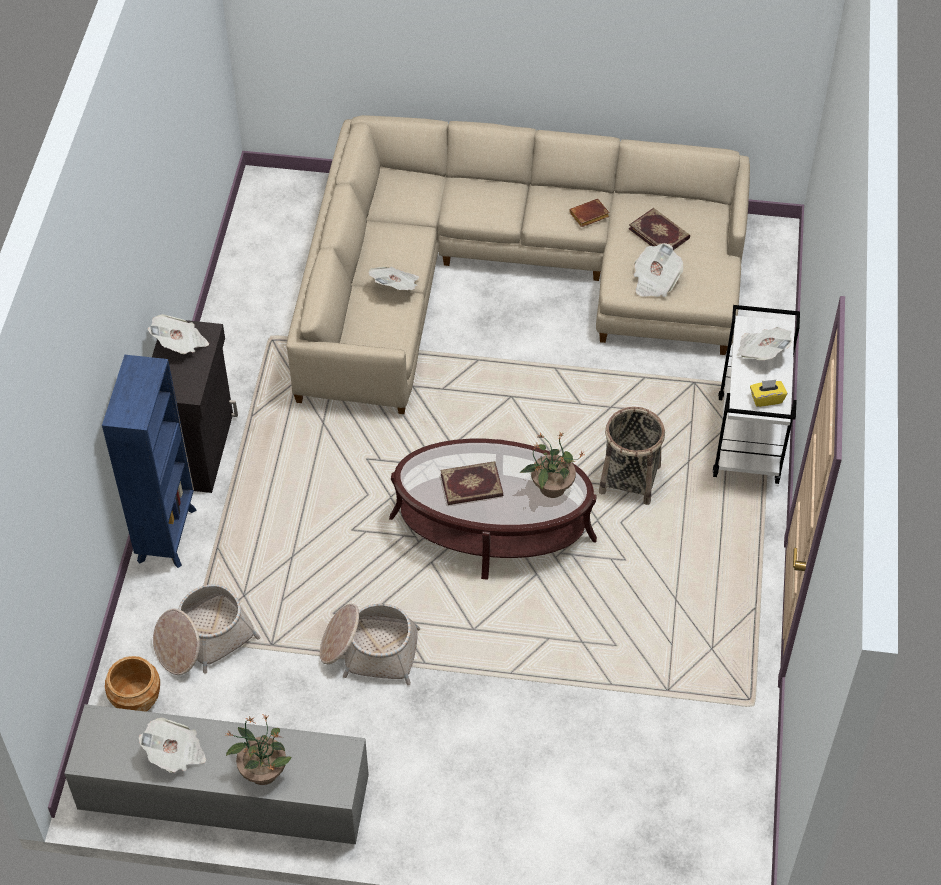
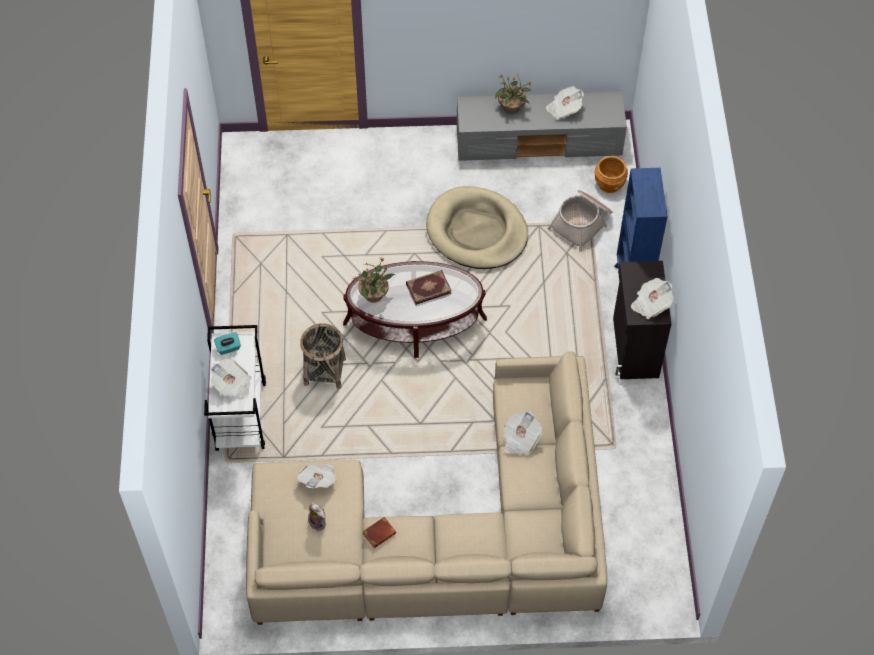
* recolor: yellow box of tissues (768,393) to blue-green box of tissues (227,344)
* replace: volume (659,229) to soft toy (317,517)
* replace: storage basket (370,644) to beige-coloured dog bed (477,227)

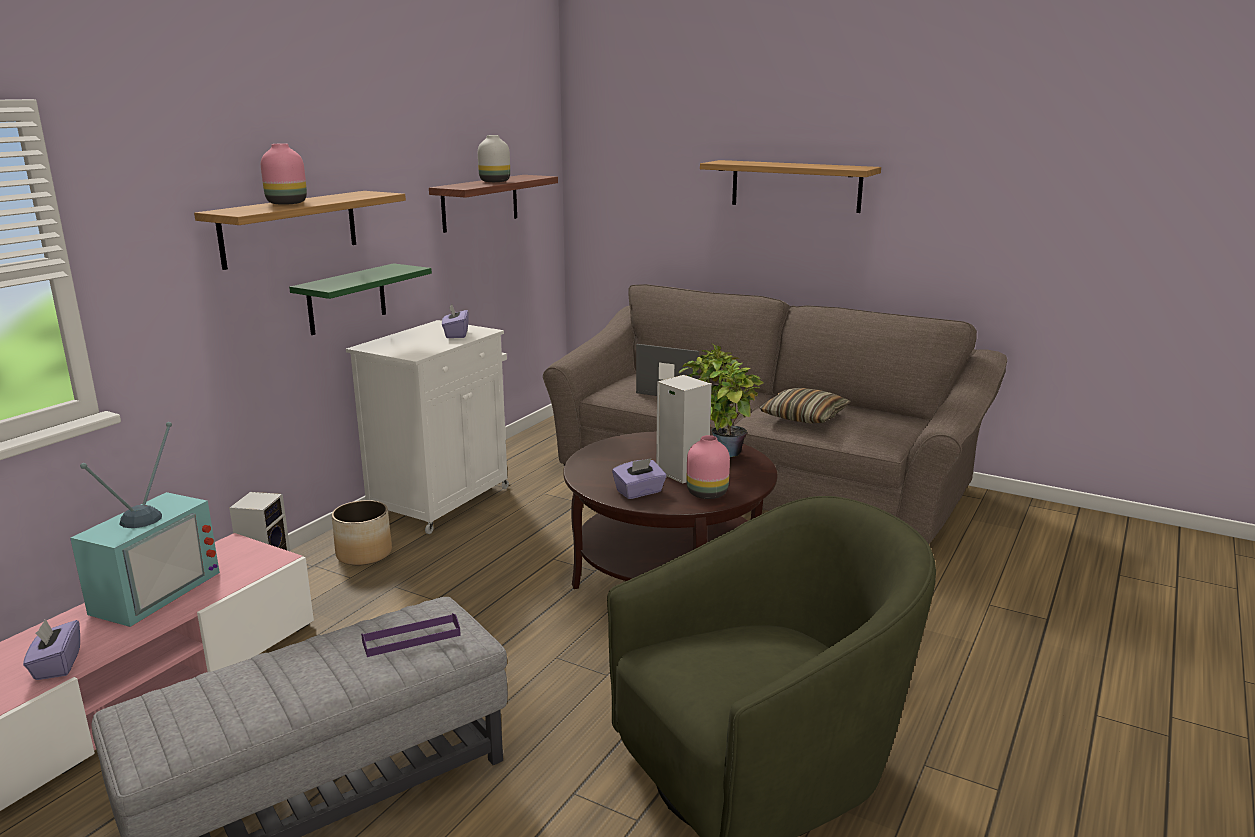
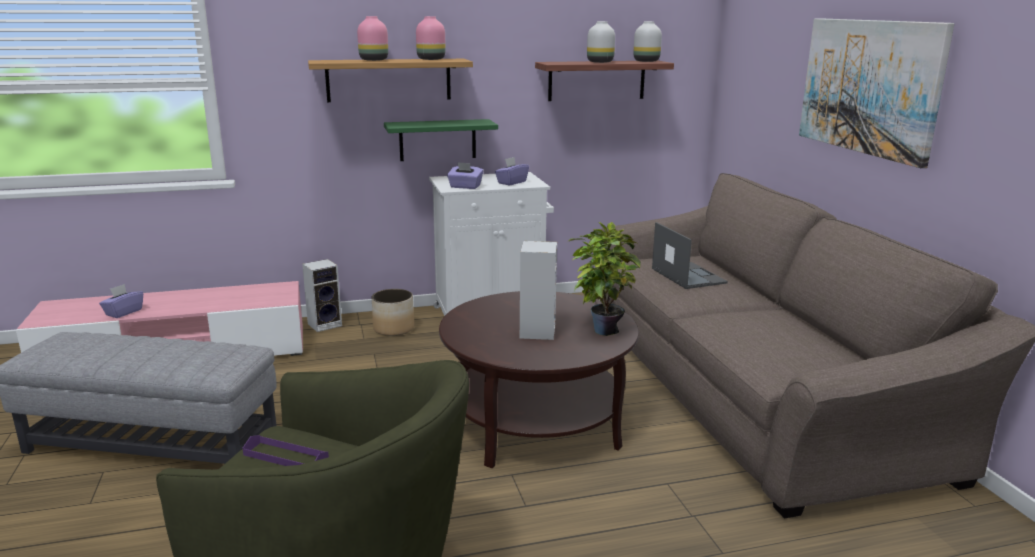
* move: purple carrying tray (411,635) to (286,450)
* move: pinkish decorative vase (708,467) to (431,38)
* move: purple box of tissues (639,478) to (465,175)
* insert: white-coloured decorative vase (648,41)
* replace: shelf (790,186) to wall art (876,93)
* delete: television (145,524)
* delete: throw pillow (805,406)

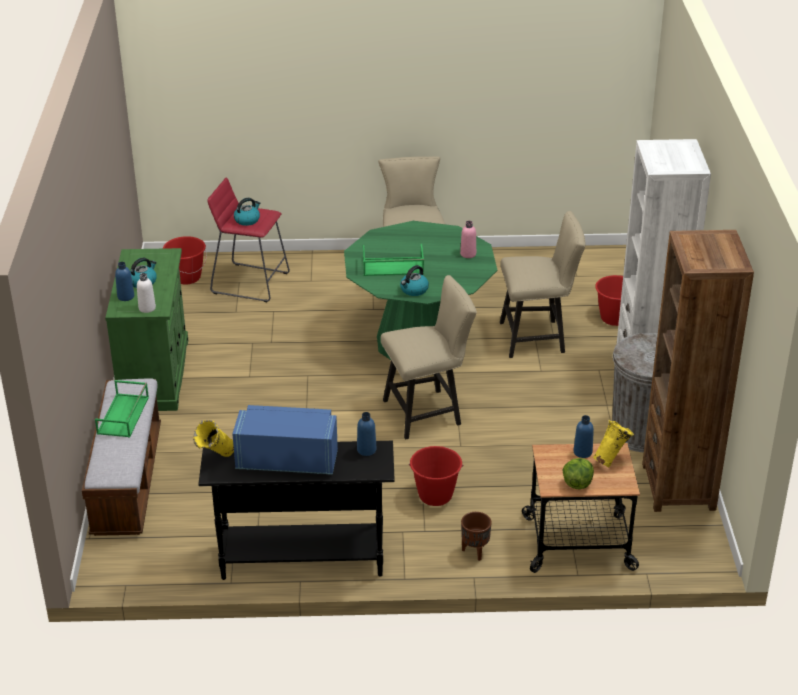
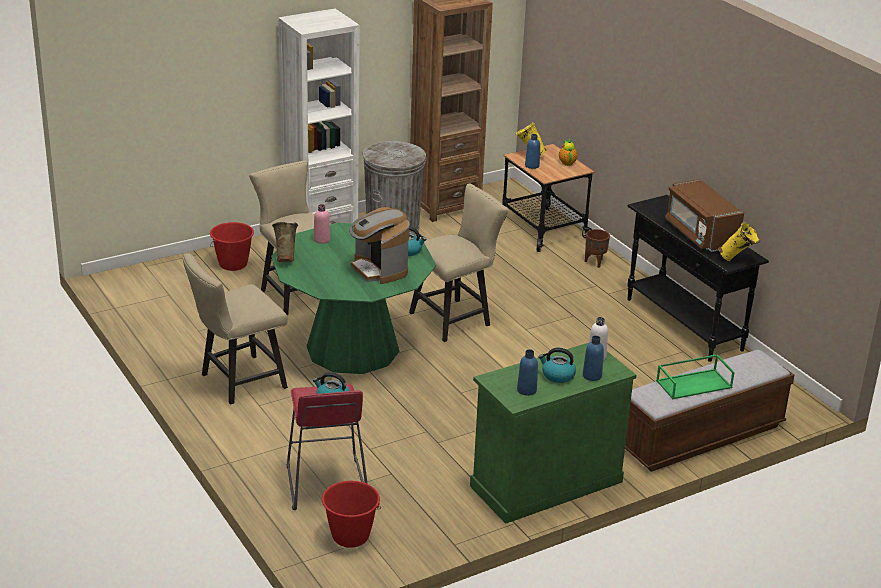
* insert: beige-coloured decorative vase (285,242)
* replace: green-coloured carrying tray (393,260) to coffee maker (379,245)
* rotate: beige-coloured plain chair (429,357) = (458,262) 105 degrees clockwise
* move: blue-coloured bottle (367,434) to (527,372)
* replace: lettuce head (578,473) to tea pot (568,152)
* recolor: blue-coloured kitchen microwave (285,440) to brown-coloured kitchen microwave (704,215)
* delete: red pail (436,476)

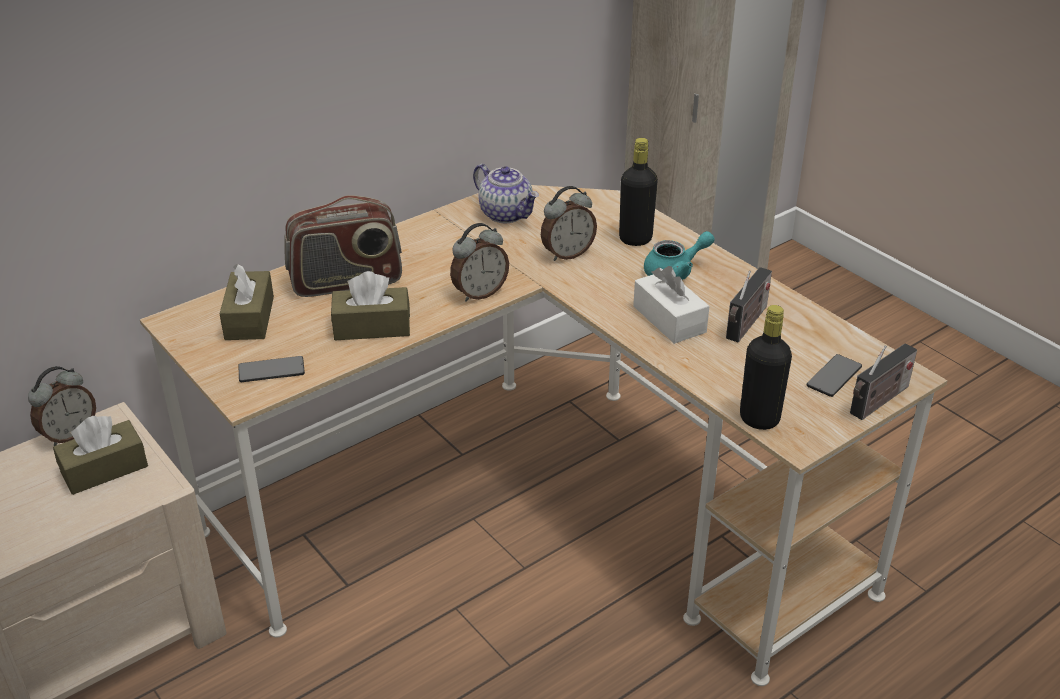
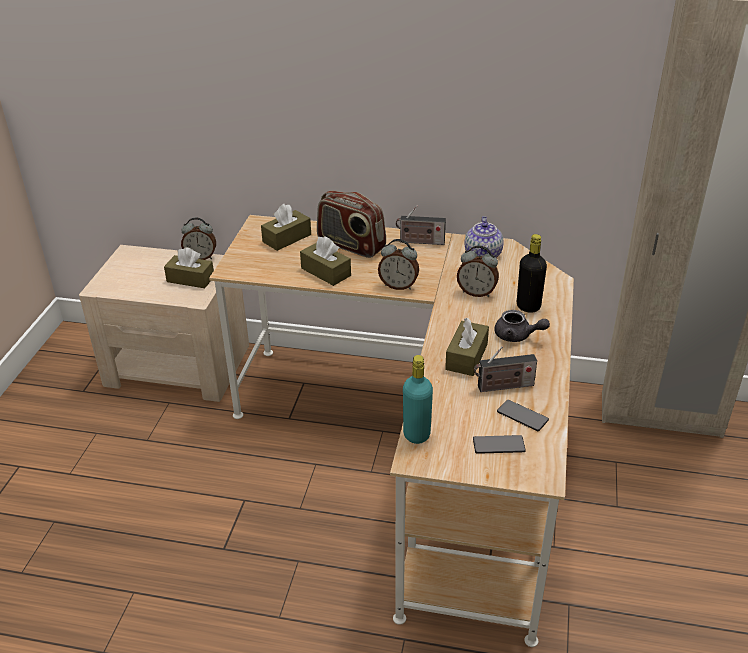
* move: radio receiver (883,381) to (421,225)
* recolor: black-coloured bottle (766,367) to blue-green bottle (418,399)
* recolor: white-coloured box of tissues (671,305) to brown-coloured box of tissues (467,347)
* recolor: blue-green tea pot (679,255) to grey tea pot (522,326)
* move: telephone (272,369) to (523,415)

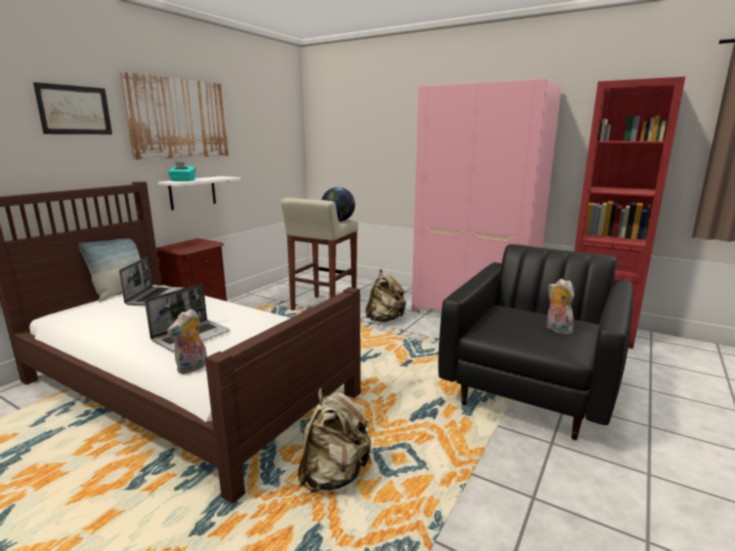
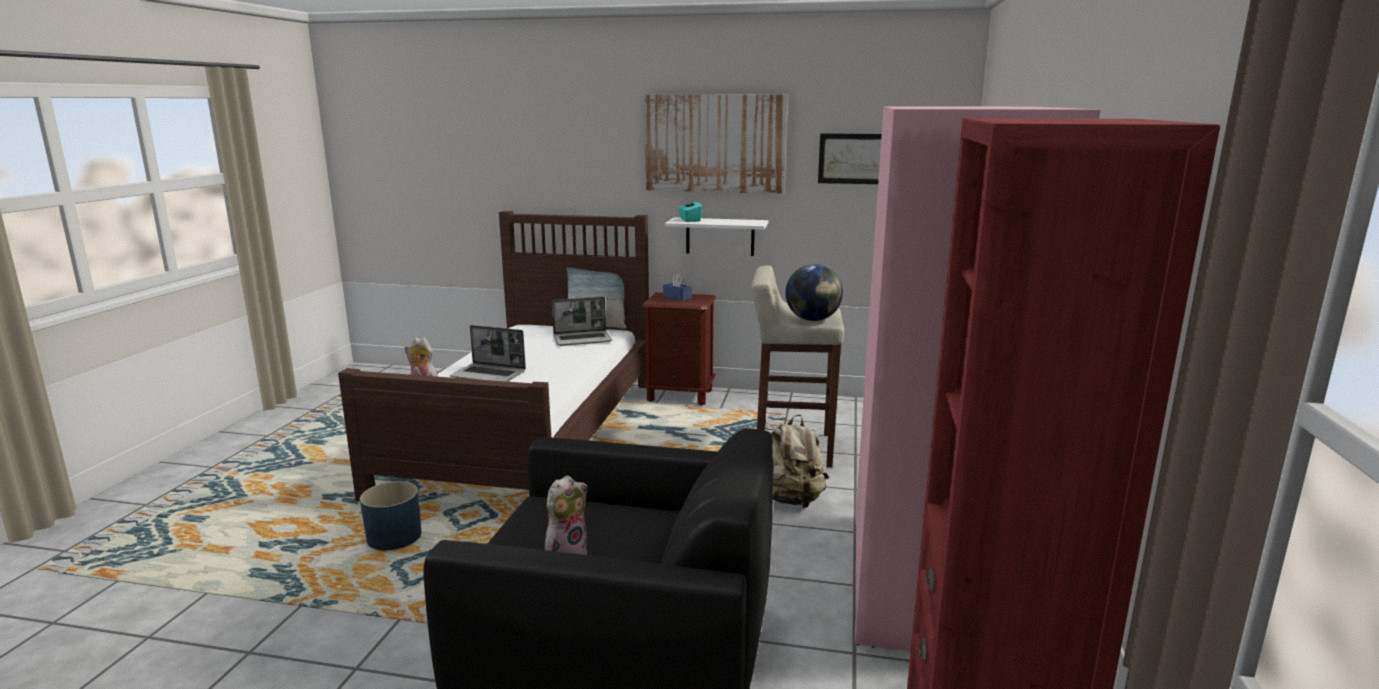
* replace: beige-coloured knapsack (334,440) to blue-coloured plant pot (391,515)
* insert: blue-coloured box of tissues (677,287)
* move: wall art (72,108) to (850,158)

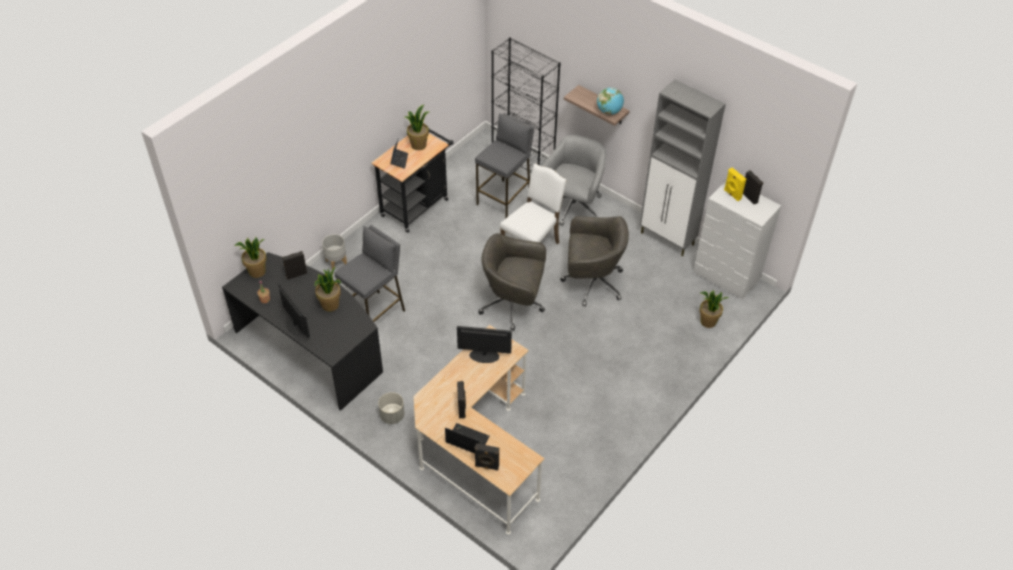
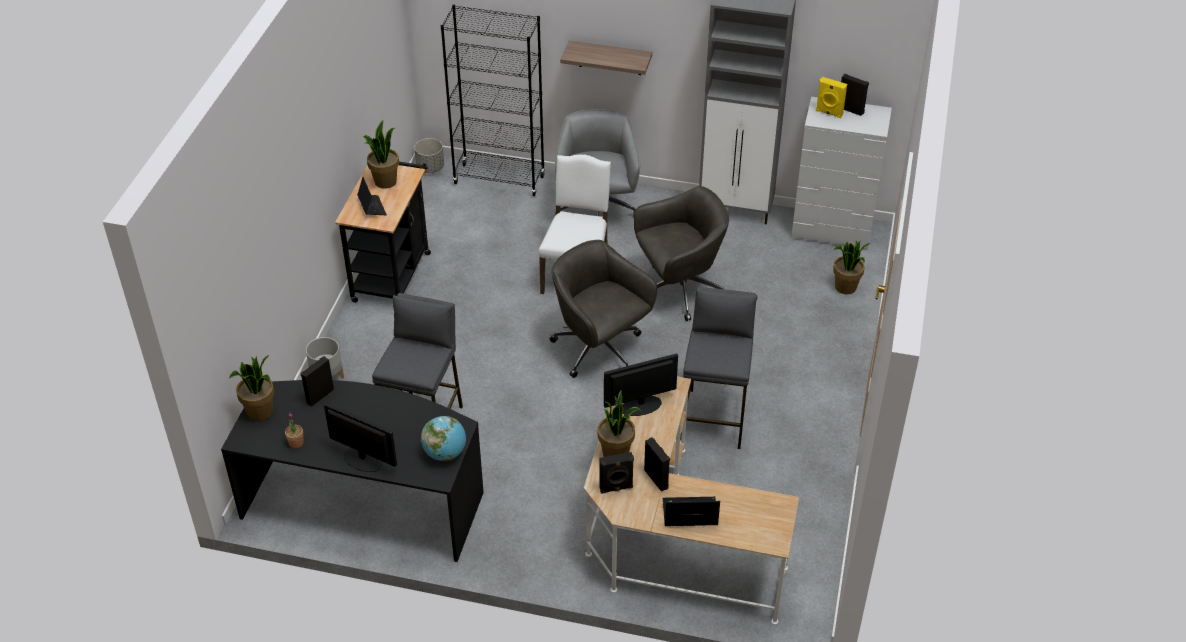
* move: grey plant pot (391,408) to (429,155)
* move: desk globe (610,101) to (443,438)
* rotate: grey computer chair (512,282) = (603,309) 60 degrees clockwise
* move: potted plant (327,289) to (619,423)
* move: black-coloured speaker (487,456) to (616,473)
* move: grey stool seat (504,166) to (718,368)

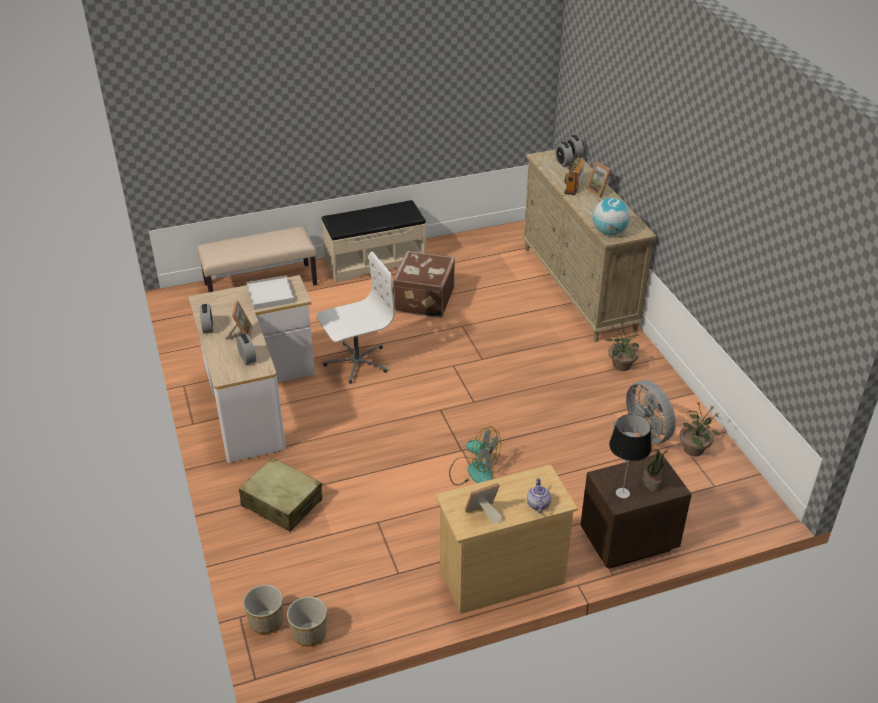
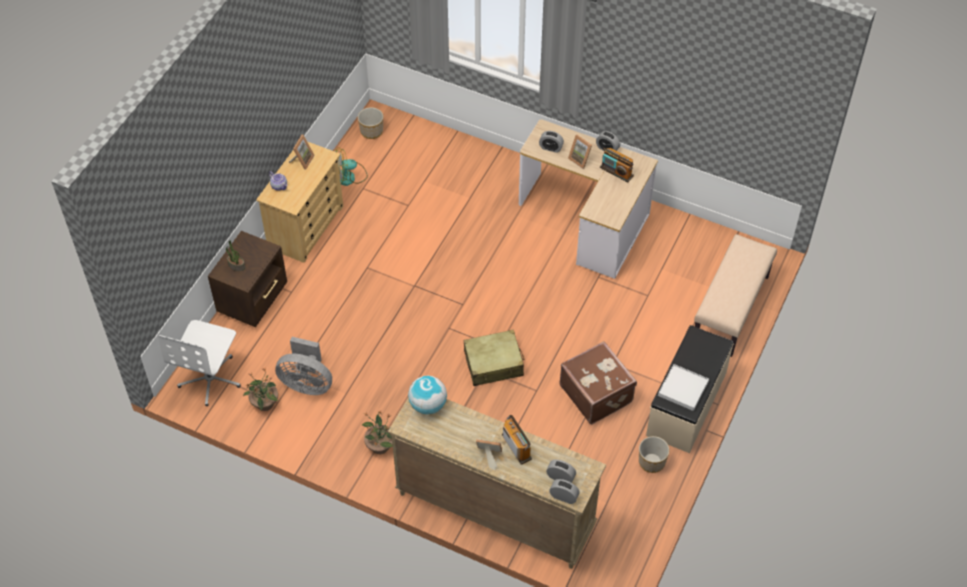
* move: white-coloured computer chair (356,318) to (199,363)
* move: electric fan (475,455) to (350,166)
* move: beige-coloured travel case (280,494) to (494,358)
* insert: radio receiver (617,165)
* move: plant pot (263,609) to (654,454)
* move: white-coloured carrying tray (270,293) to (683,387)
* delete: lamp for a table (630,456)

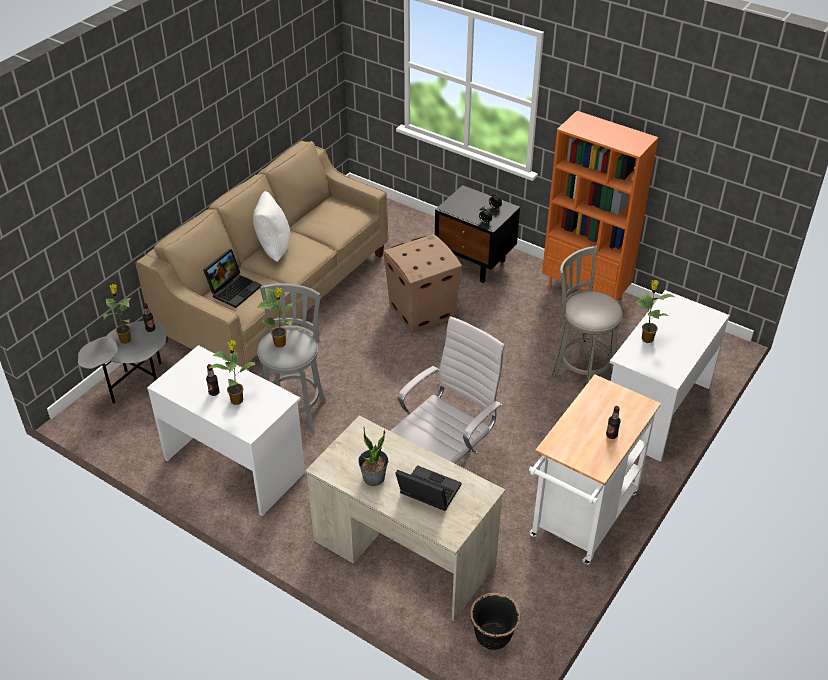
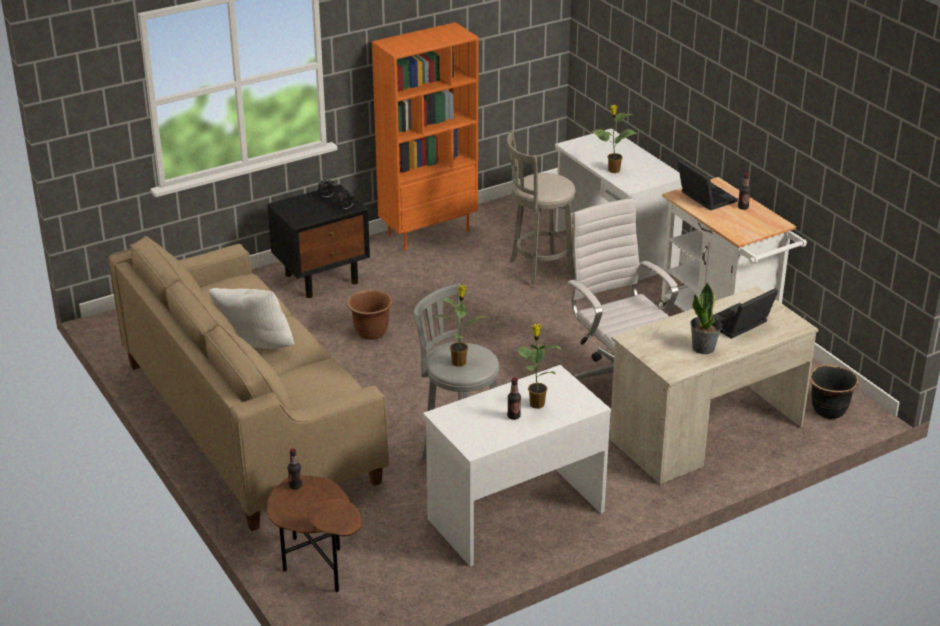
* recolor: grey side table (122,362) to brown-coloured side table (314,533)
* replace: carton (422,283) to brown-coloured plant pot (370,315)
* move: portable computer (232,278) to (708,184)
* delete: potted plant (117,314)

